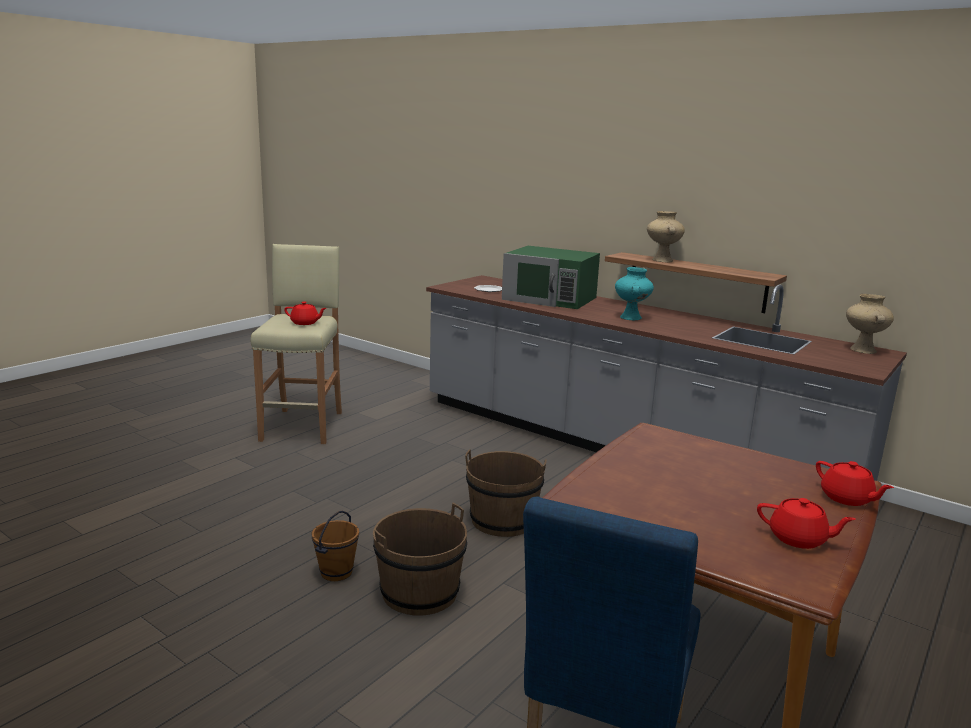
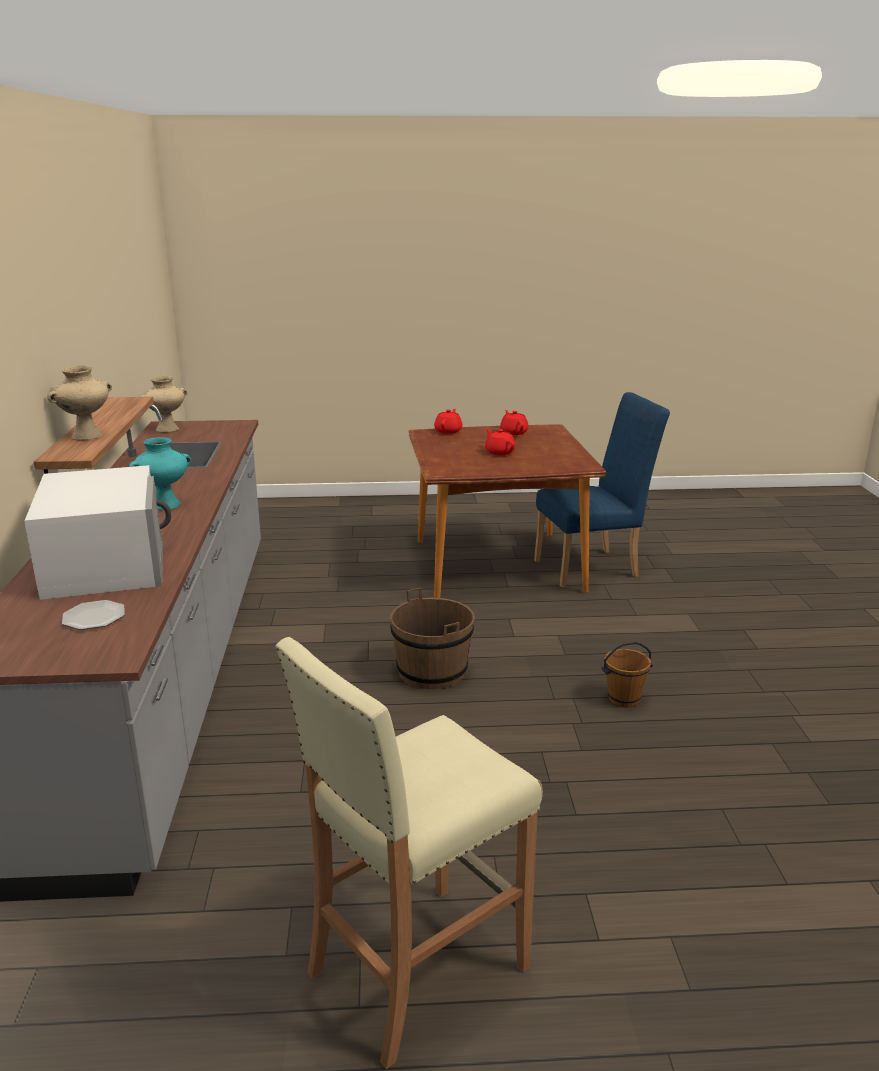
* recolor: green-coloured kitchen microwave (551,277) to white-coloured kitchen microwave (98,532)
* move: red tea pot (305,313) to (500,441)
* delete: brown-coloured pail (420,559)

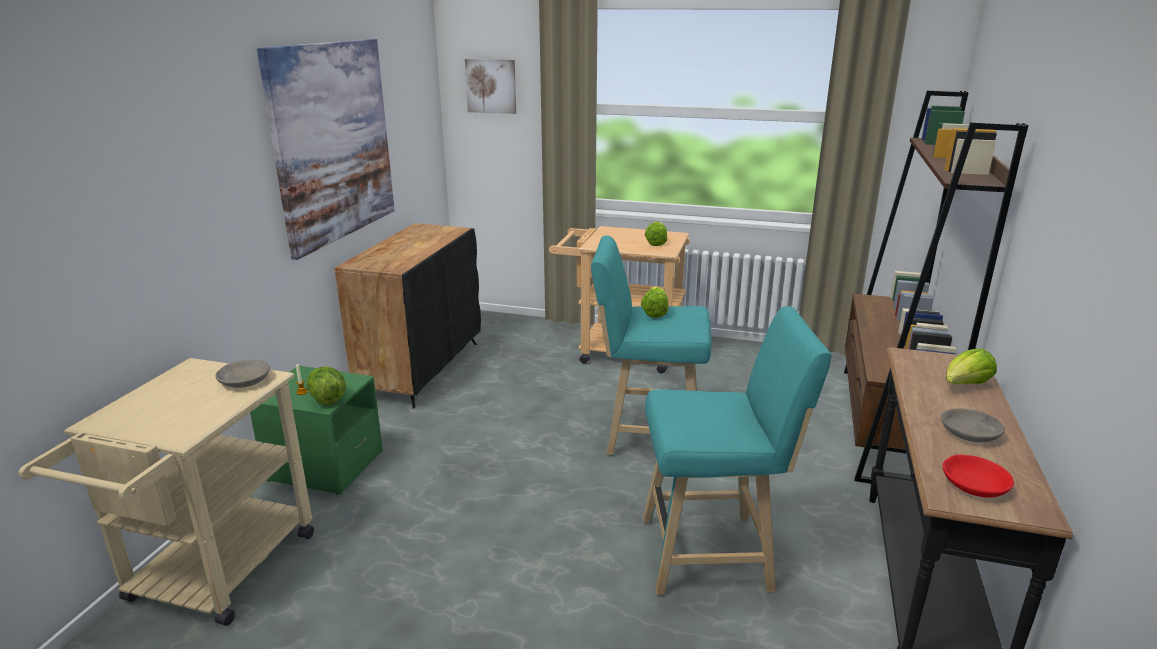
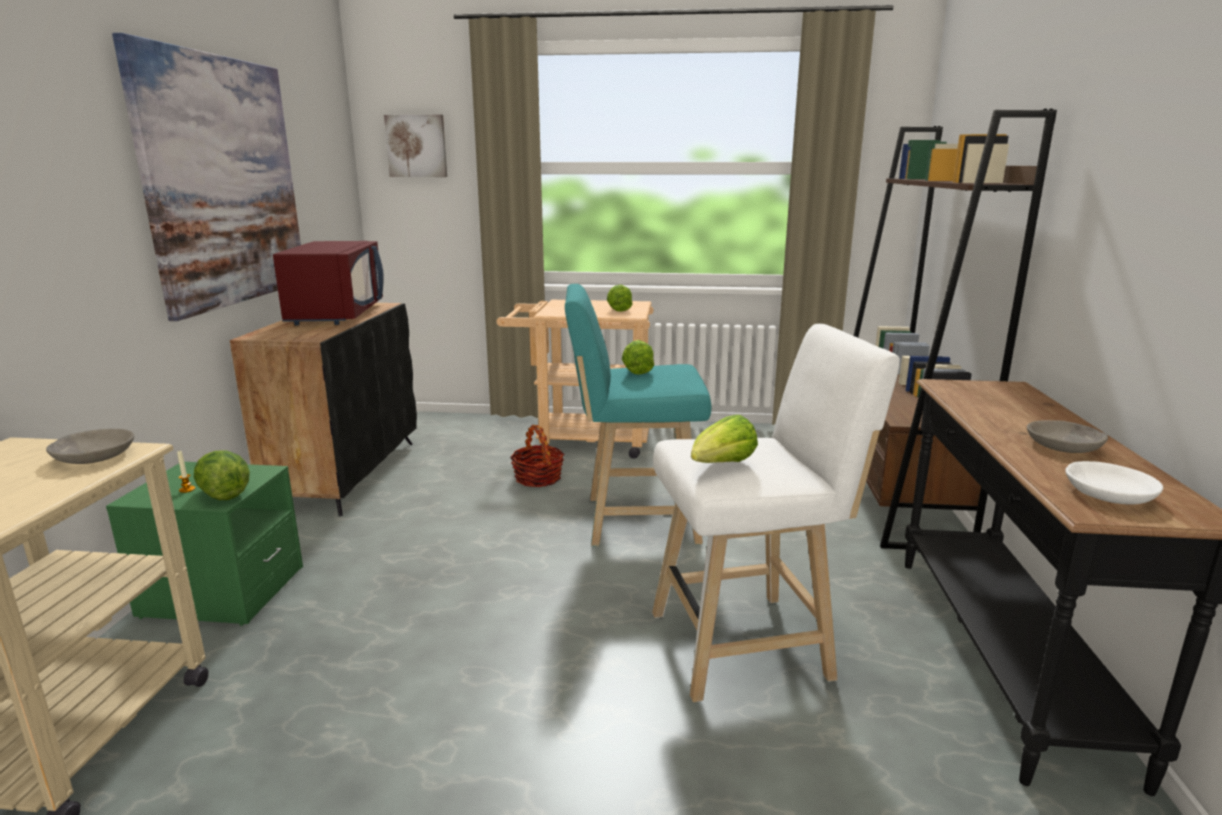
* insert: red kitchen microwave (328,283)
* insert: storage basket (537,456)
* recolor: blue-green stool seat (737,450) to white-coloured stool seat (776,513)
* move: lettuce head (971,366) to (724,439)
* recolor: red bowl (978,476) to white-coloured bowl (1114,483)

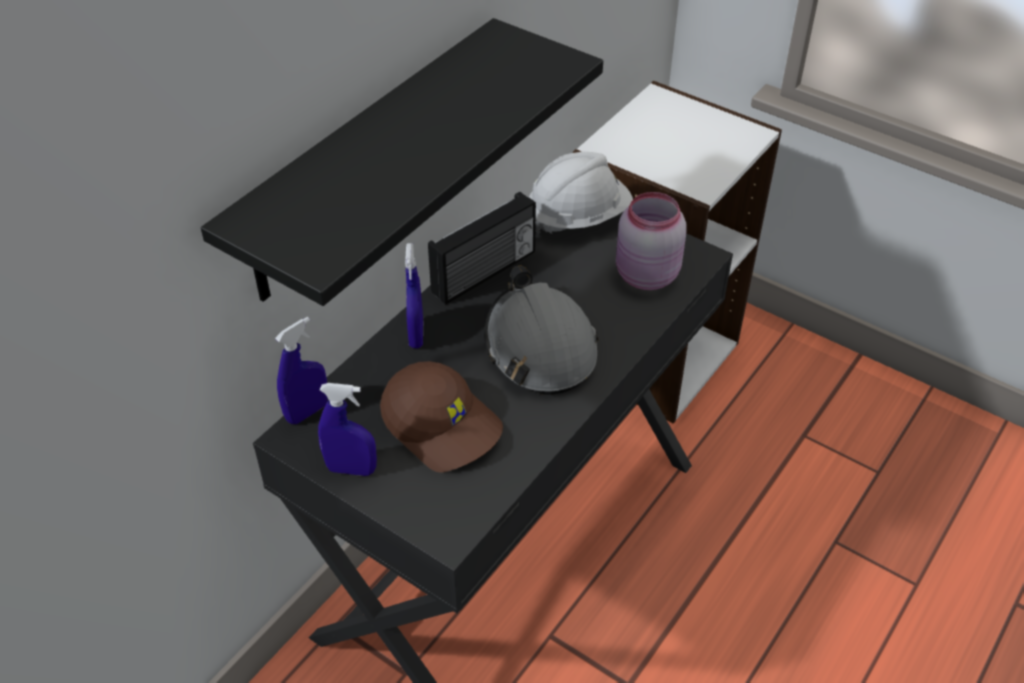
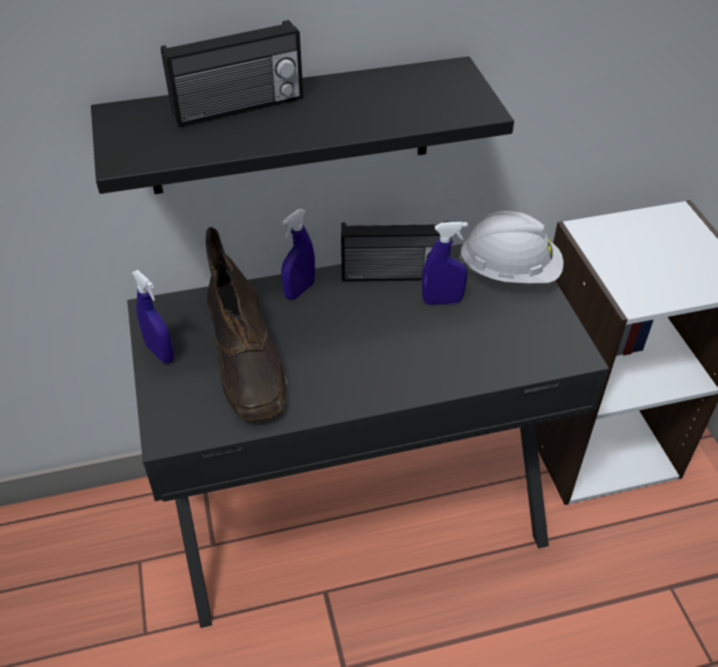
* insert: radio receiver (232,74)
* replace: brown-coloured peaked cap (441,417) to brown-coloured high-top boot (246,324)
* move: blue-coloured sprayer (301,370) to (445,263)
* delete: grey safety helmet (541,330)
* delete: pinkish storage jar (651,241)

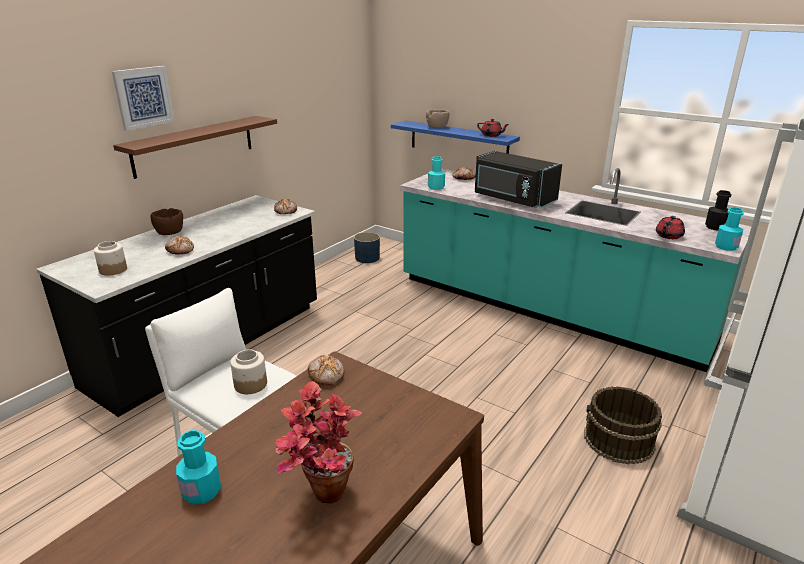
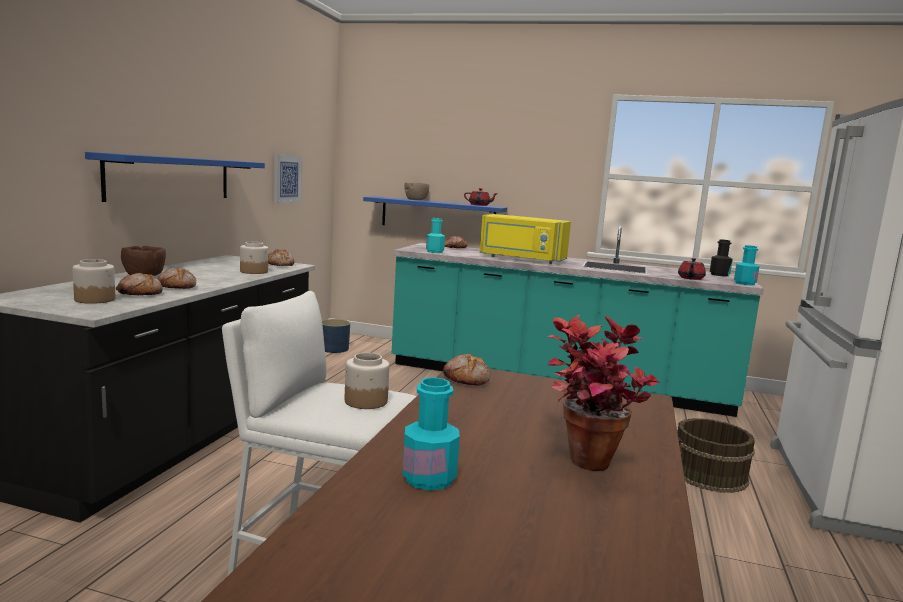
* recolor: brown-coloured shelf (195,147) to blue-coloured shelf (175,177)
* insert: bread (139,284)
* insert: storage jar (254,258)
* move: wall art (143,98) to (288,179)
* recolor: black-coloured kitchen microwave (518,179) to yellow kitchen microwave (525,239)

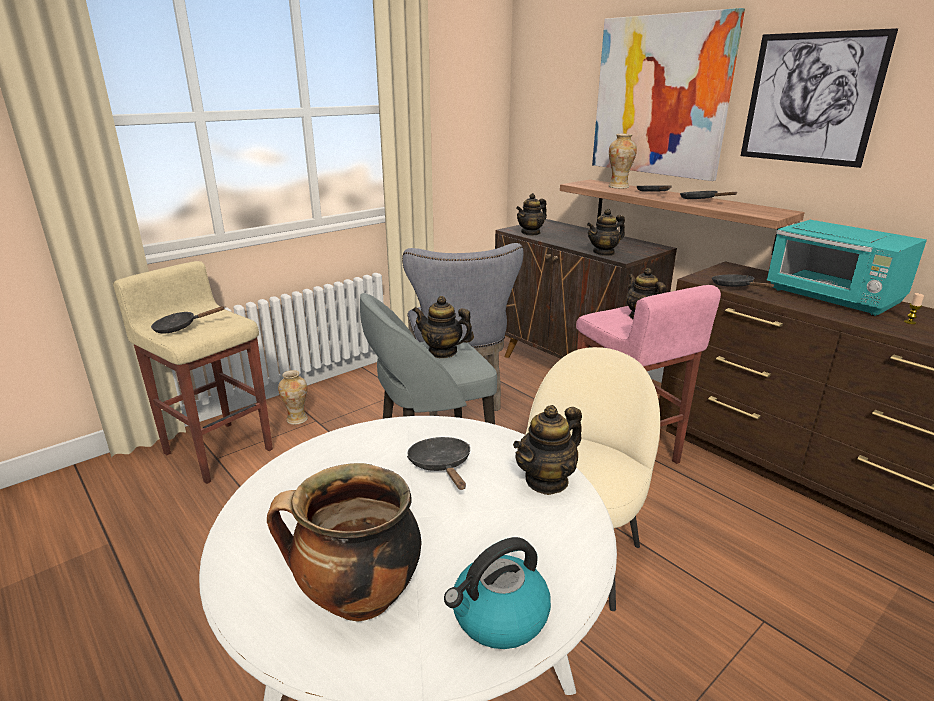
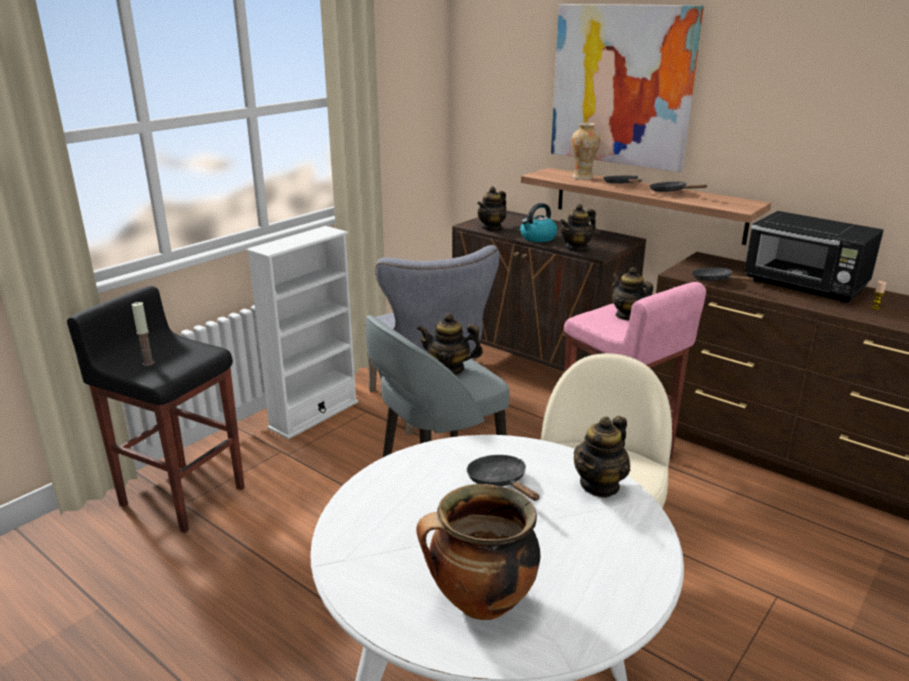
* recolor: beige-coloured stool seat (193,372) to black-coloured stool seat (156,409)
* replace: black-coloured frying pan (188,320) to wax candle (143,334)
* insert: white-coloured bookcase (302,332)
* move: water kettle (497,593) to (538,222)
* recolor: blue-green kitchen microwave (847,268) to black-coloured kitchen microwave (814,257)
* delete: decorative vase (293,397)
* delete: wall art (819,98)

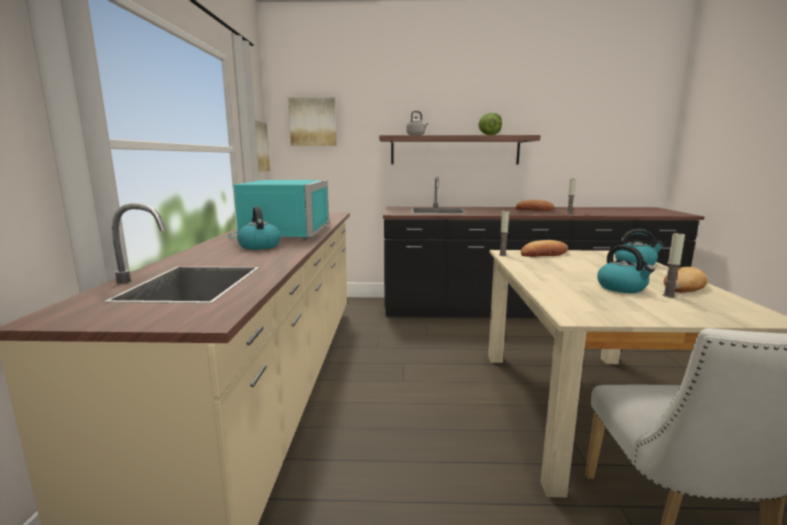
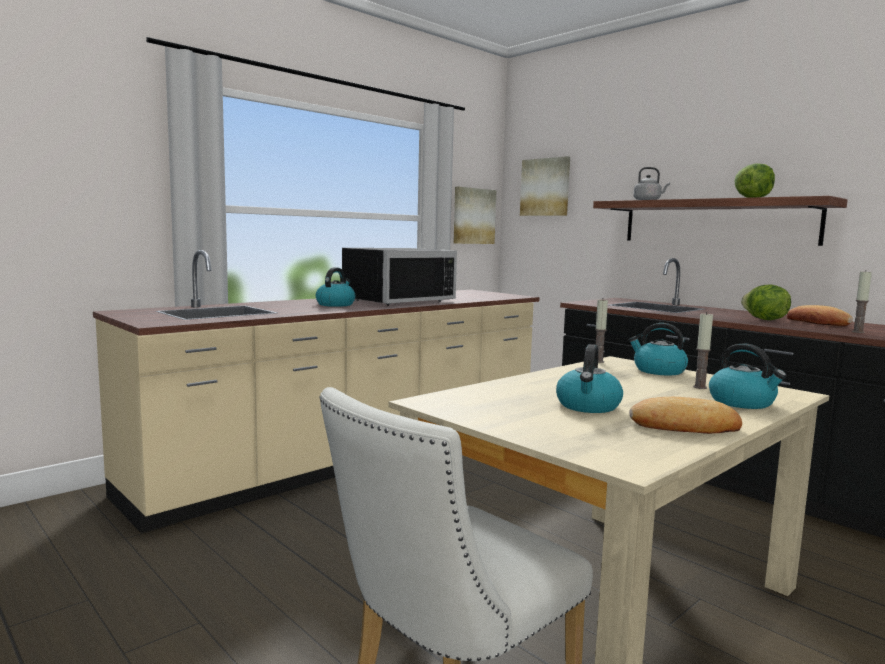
* recolor: blue-green kitchen microwave (278,209) to black-coloured kitchen microwave (399,277)
* replace: bread (544,248) to water kettle (658,349)
* move: wax candle (674,265) to (703,350)
* insert: lettuce head (766,302)

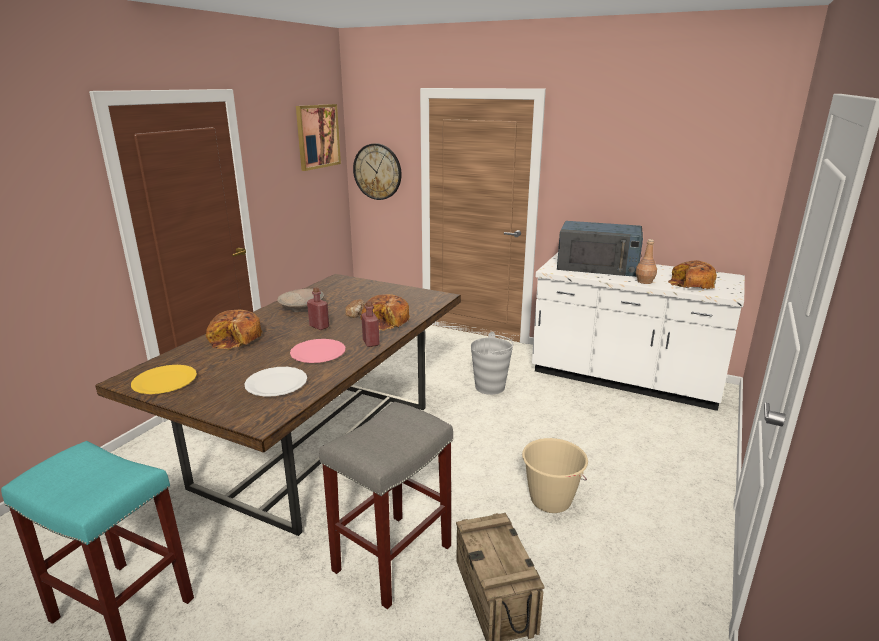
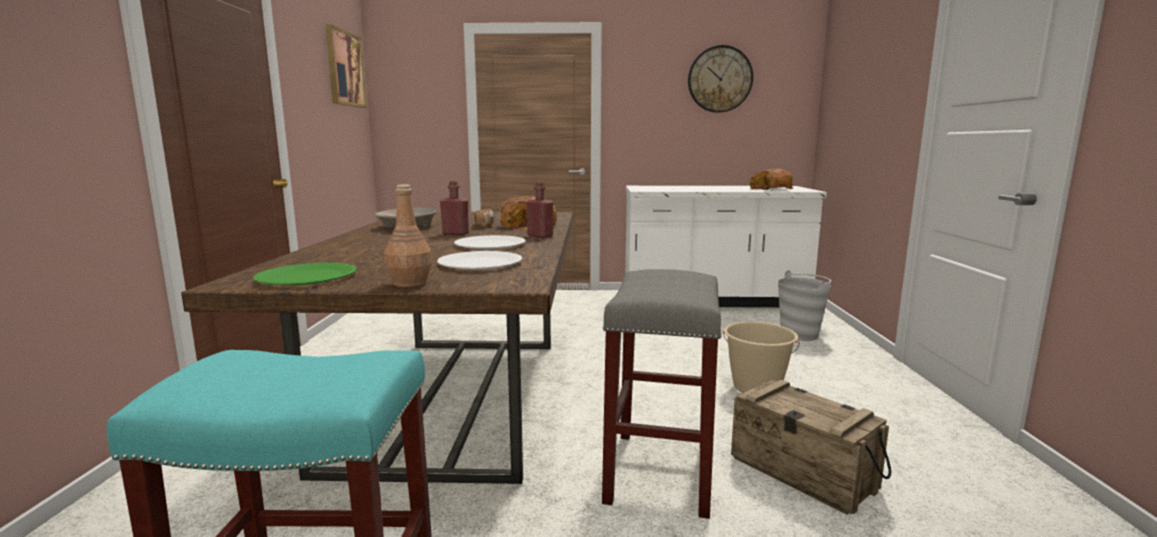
* recolor: yellow dinner plate (164,379) to green-coloured dinner plate (305,274)
* move: brown-coloured bottle (646,261) to (408,236)
* recolor: pinkish dinner plate (317,351) to white-coloured dinner plate (490,242)
* move: clock on the wall (377,171) to (720,79)
* move: grey pail (492,363) to (804,305)
* delete: bread (234,329)
* delete: blue-coloured kitchen microwave (600,249)

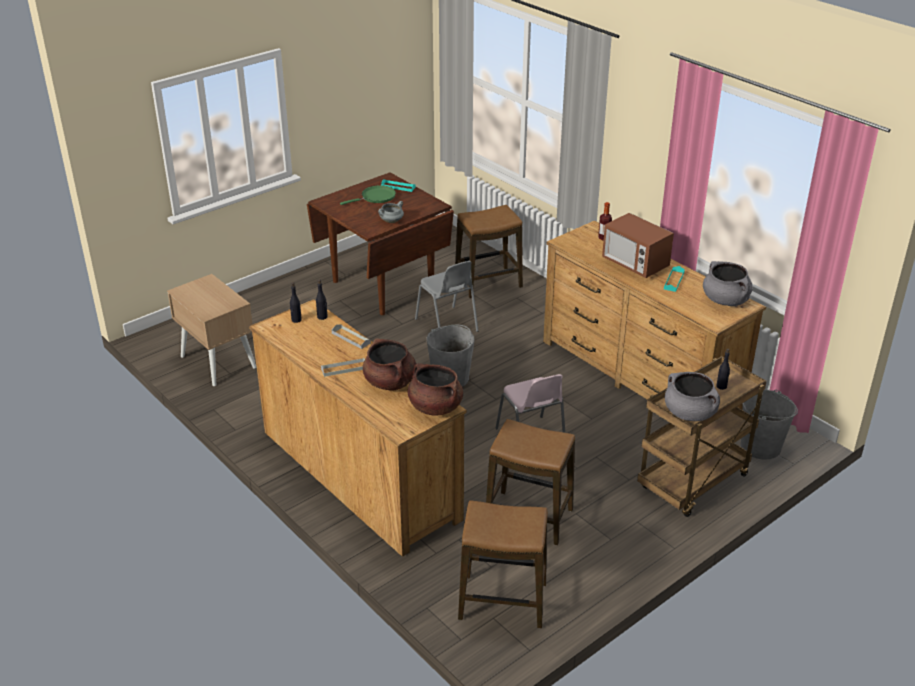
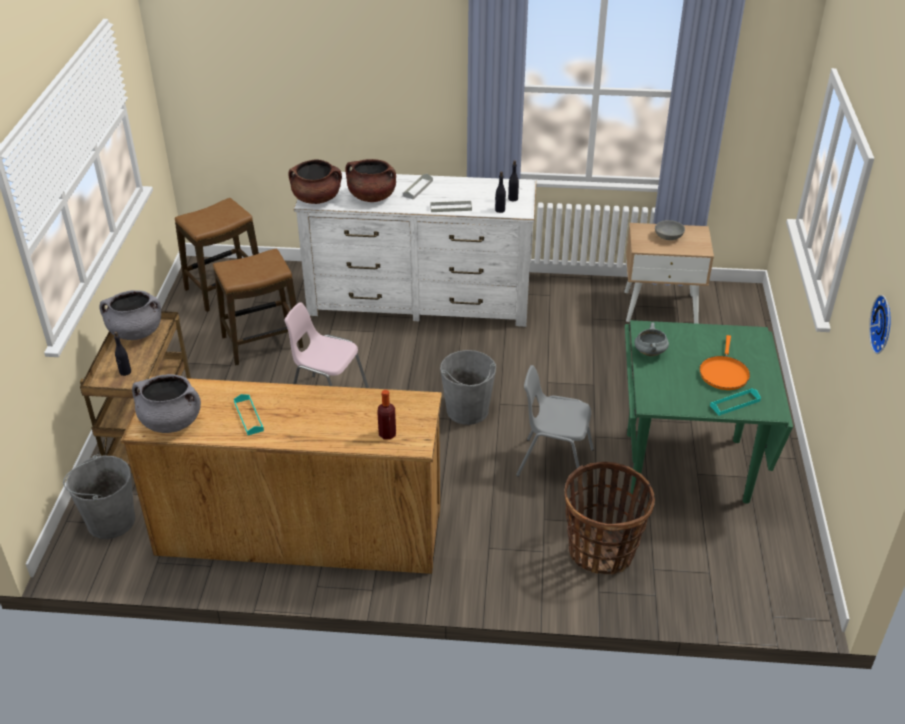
* recolor: brown-coloured dresser (358,428) to white-coloured dresser (415,249)
* replace: stool seat (489,251) to storage basket (609,518)
* recolor: brown-coloured kitchen table (380,243) to green-coloured kitchen table (709,412)
* insert: grey bowl (670,230)
* recolor: green-coloured frying pan (368,195) to orangey frying pan (725,362)
* insert: clock on the wall (880,324)
* delete: kitchen microwave (638,245)

